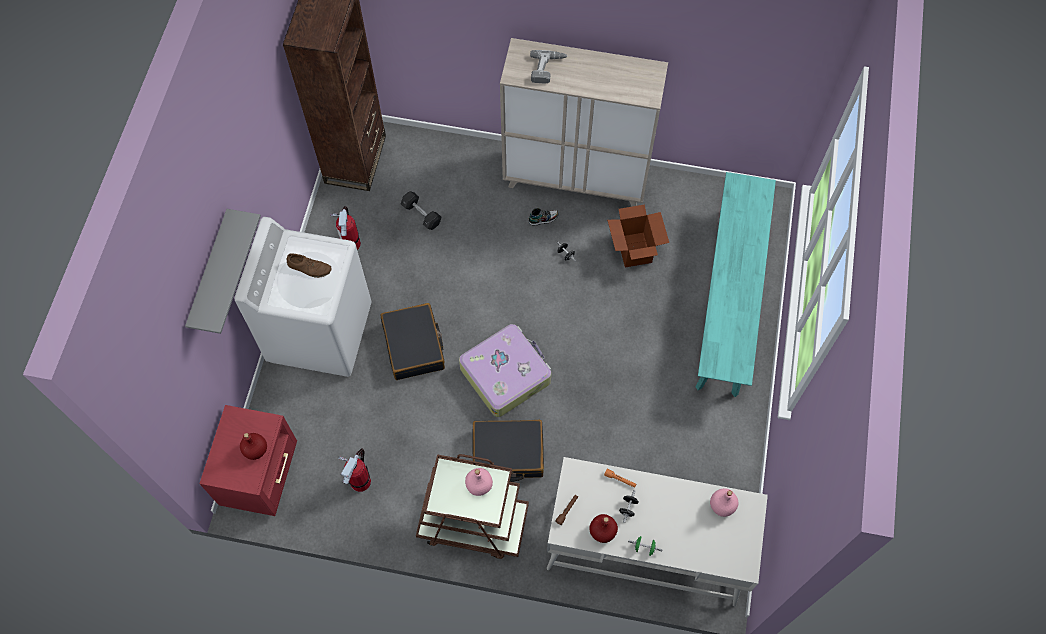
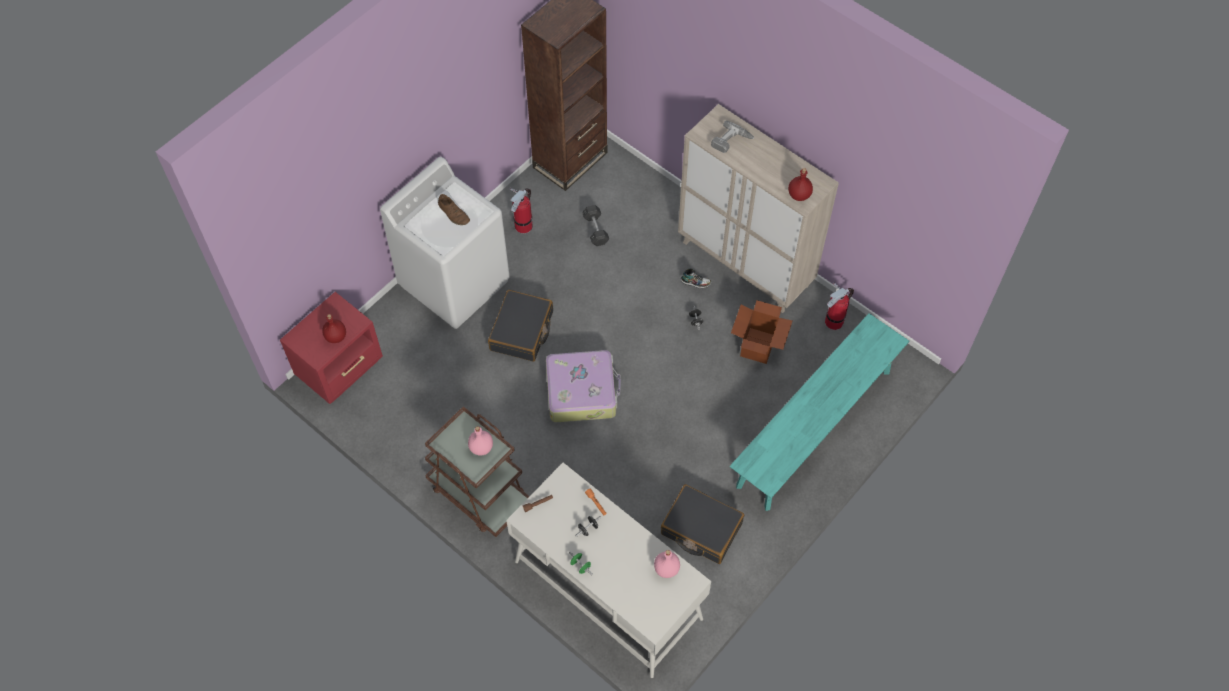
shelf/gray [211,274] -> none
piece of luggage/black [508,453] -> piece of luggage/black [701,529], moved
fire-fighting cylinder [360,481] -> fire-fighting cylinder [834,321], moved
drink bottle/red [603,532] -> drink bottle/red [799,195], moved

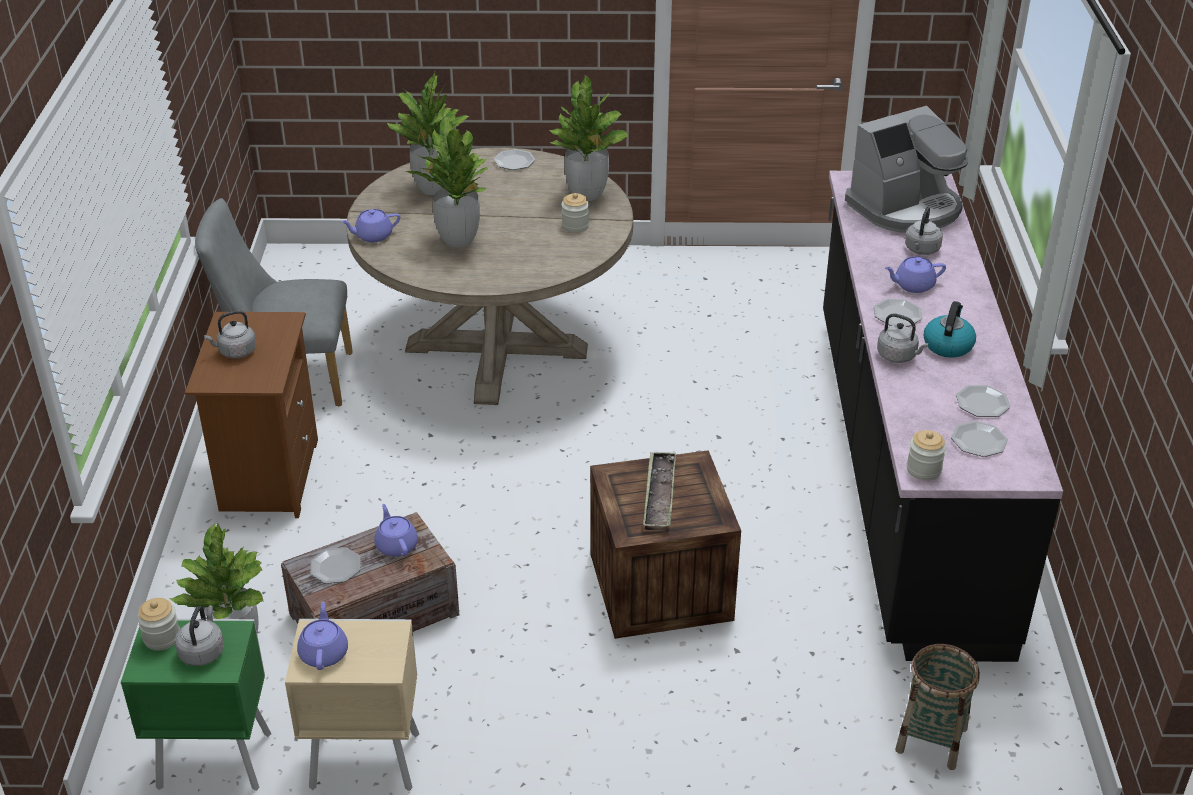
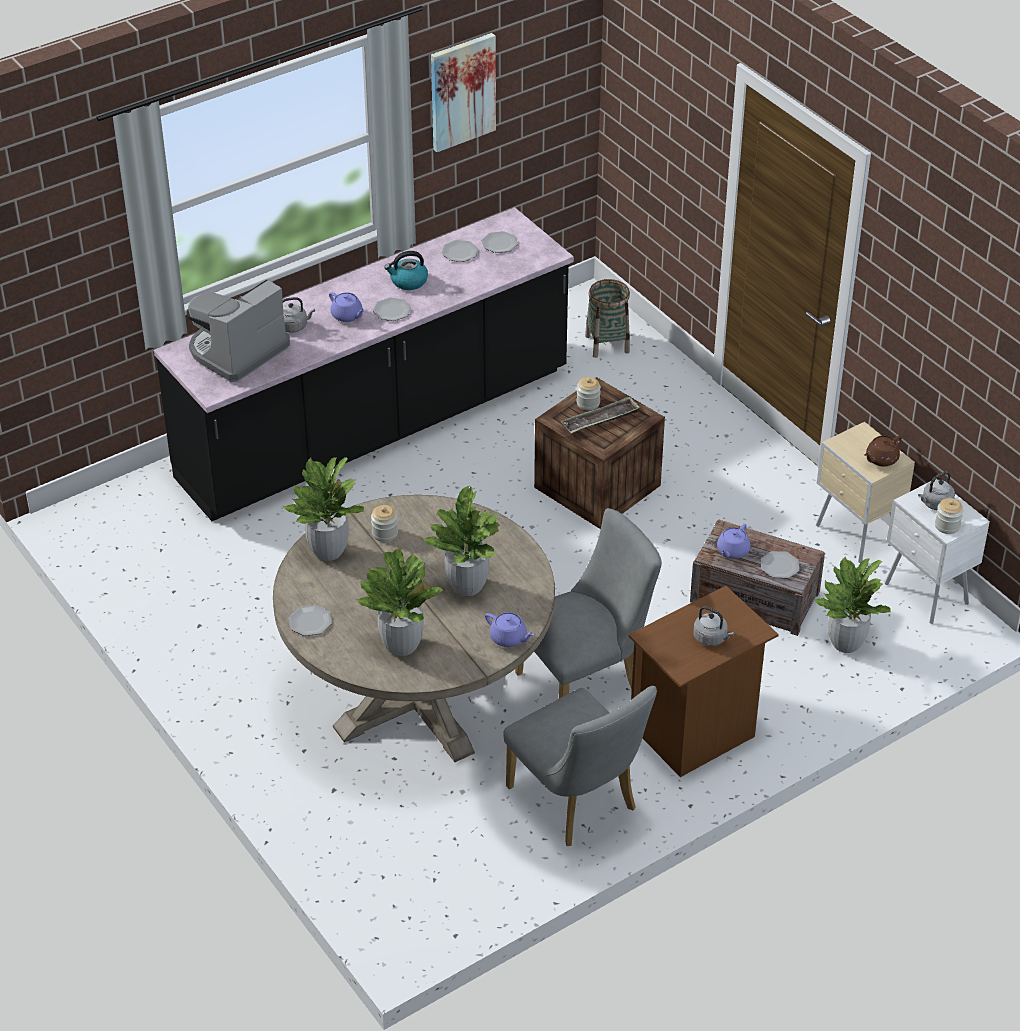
coffee brewer [906,208] -> coffee brewer [237,351], 75 degrees counterclockwise
water kettle/gray [898,356] -> none
jar [923,469] -> jar [588,403], moved
tea pot/purple-coloured [324,652] -> tea pot/brownish [881,459]
bedside table/green-coloured [212,760] -> bedside table/whitish [926,595]
none -> wall art [462,91]
none -> upright chair/gray [586,680]

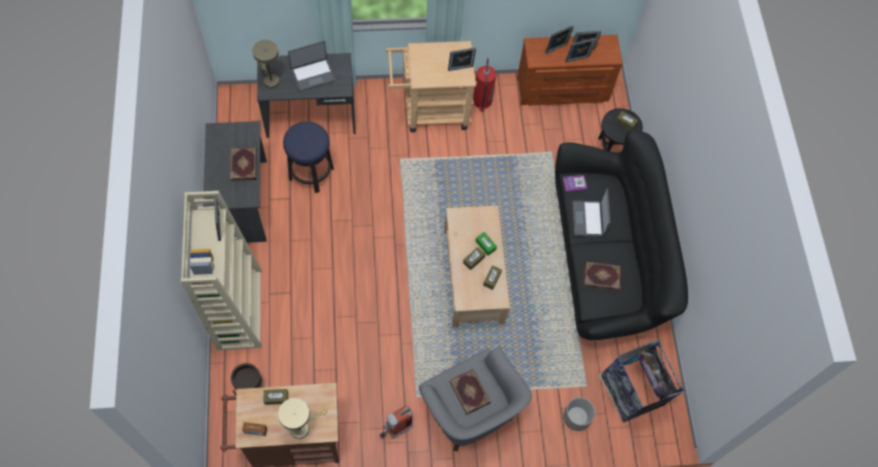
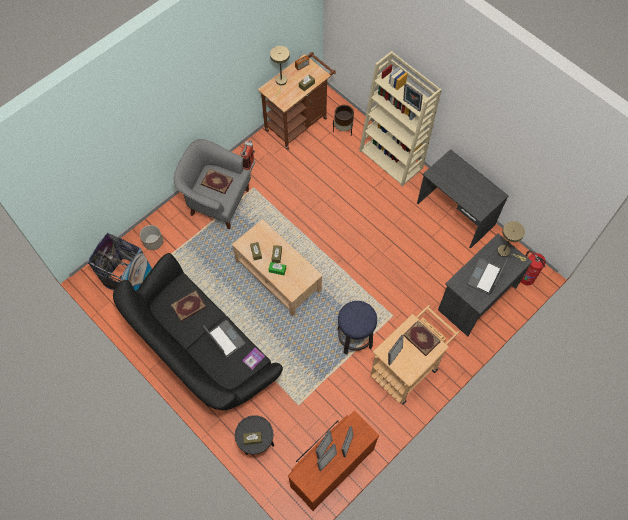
fire-fighting cylinder [482,101] -> fire-fighting cylinder [526,277], moved
stool [311,173] -> stool [354,338], moved
book [244,165] -> book [421,339], moved

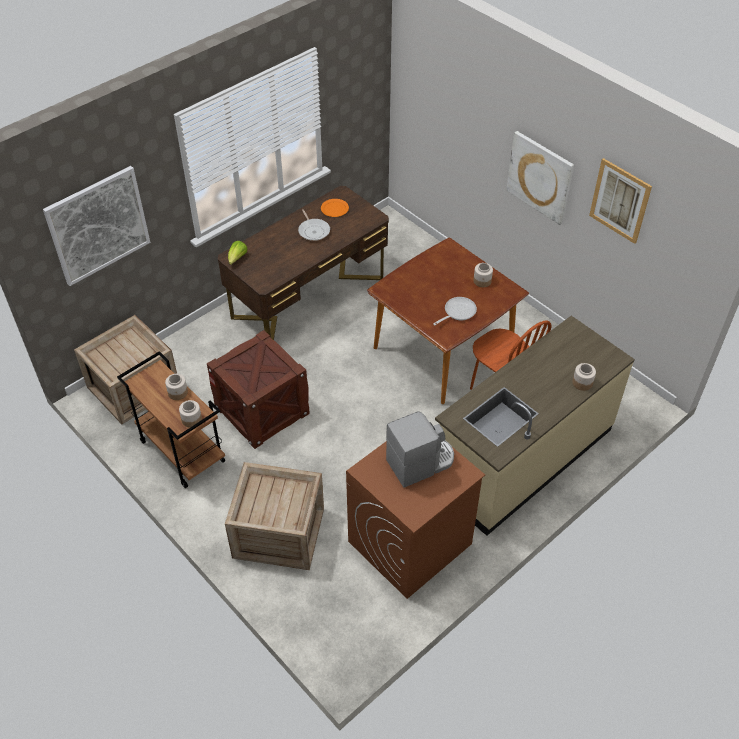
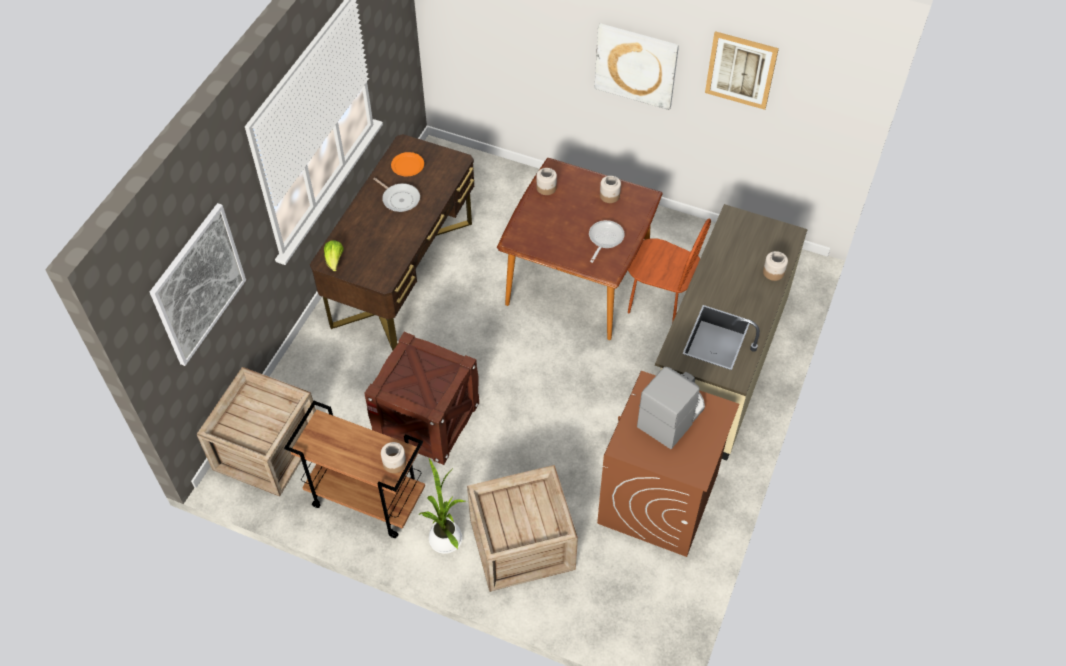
jar [178,393] -> jar [546,188], moved
none -> potted plant [445,536]

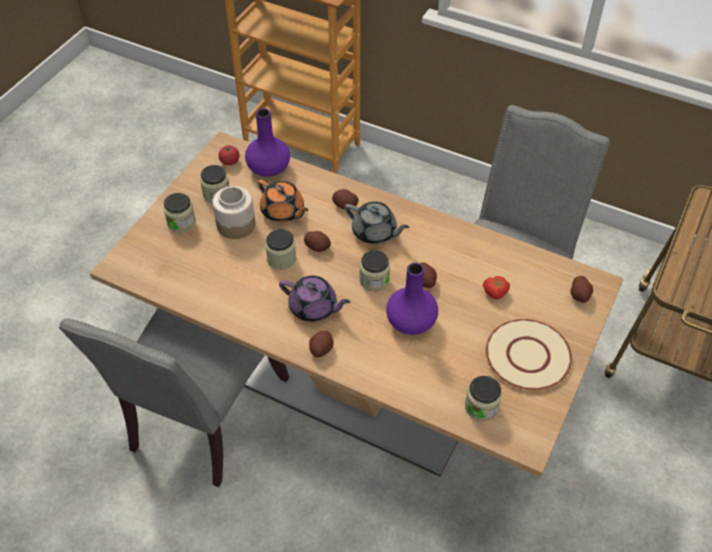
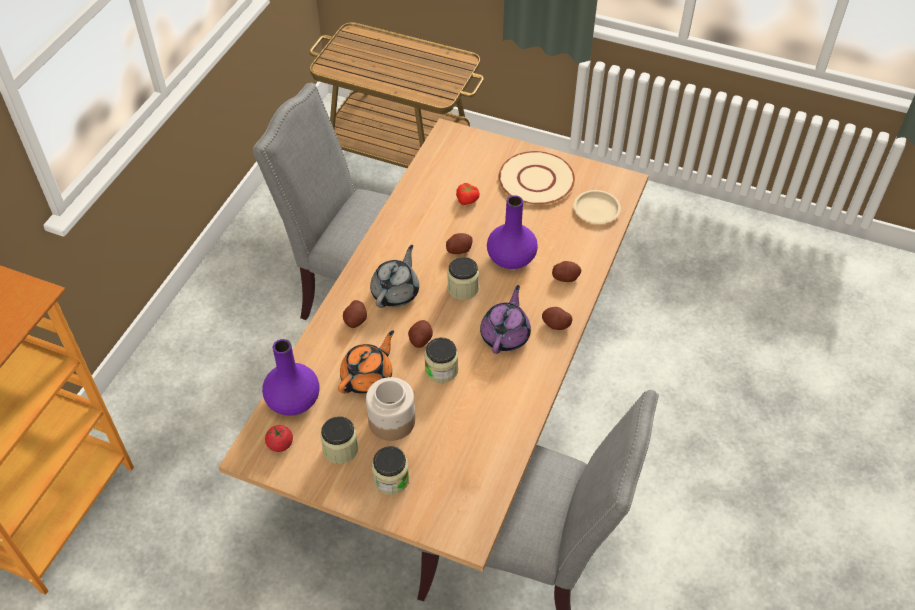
spud [579,295] -> spud [565,277], moved
jar [481,407] -> plate/sand-coloured [596,209]

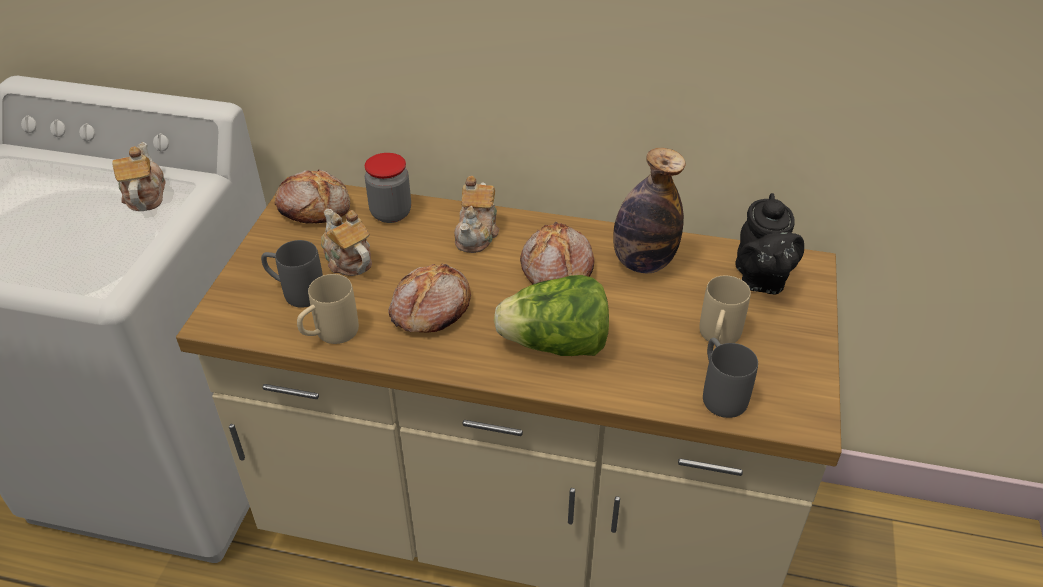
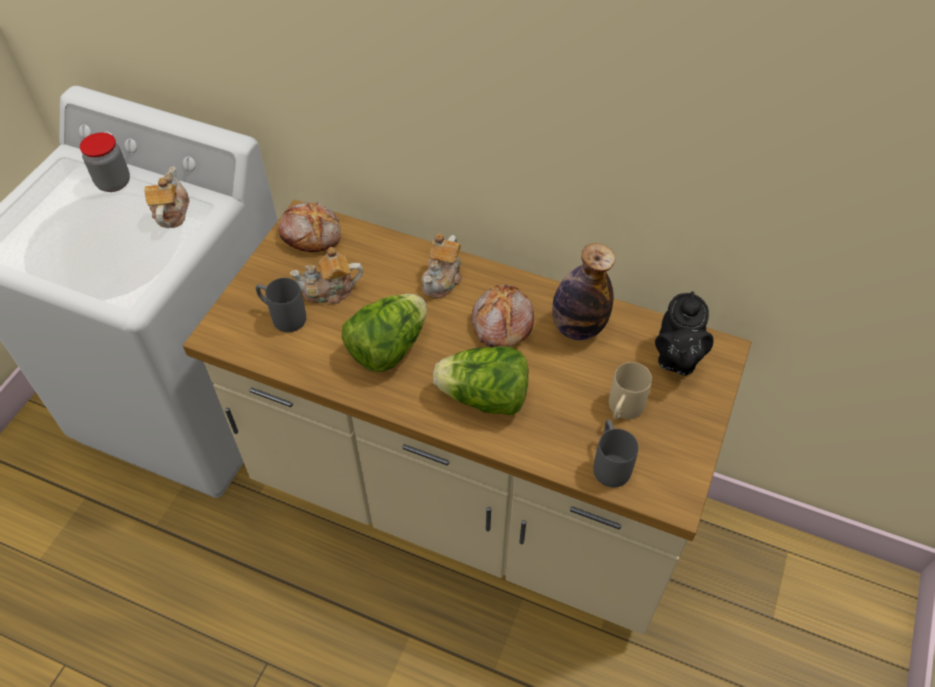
jar [391,213] -> jar [114,183], moved
tea pot [347,260] -> tea pot [329,291], 75 degrees counterclockwise
baked bread [429,309] -> head of lettuce [388,348]
mug/sand-coloured [329,335] -> none

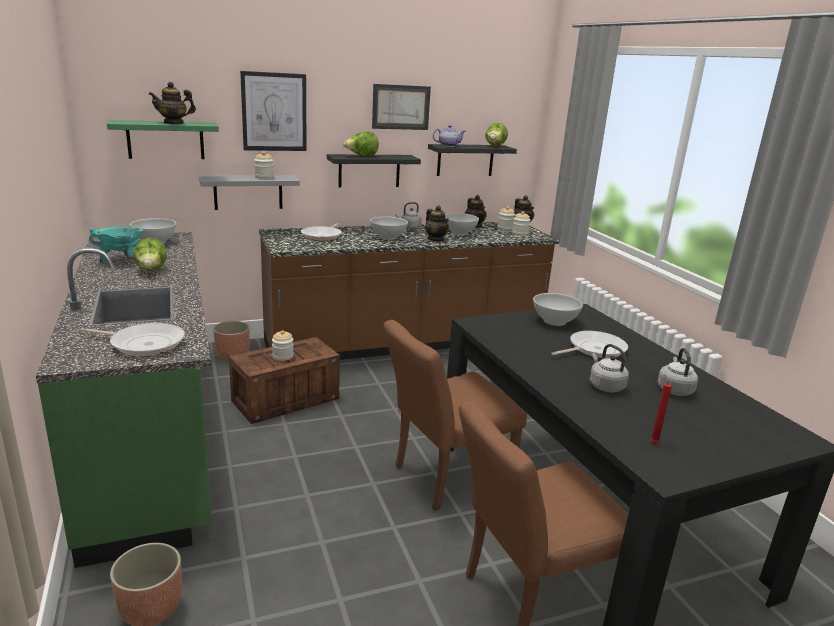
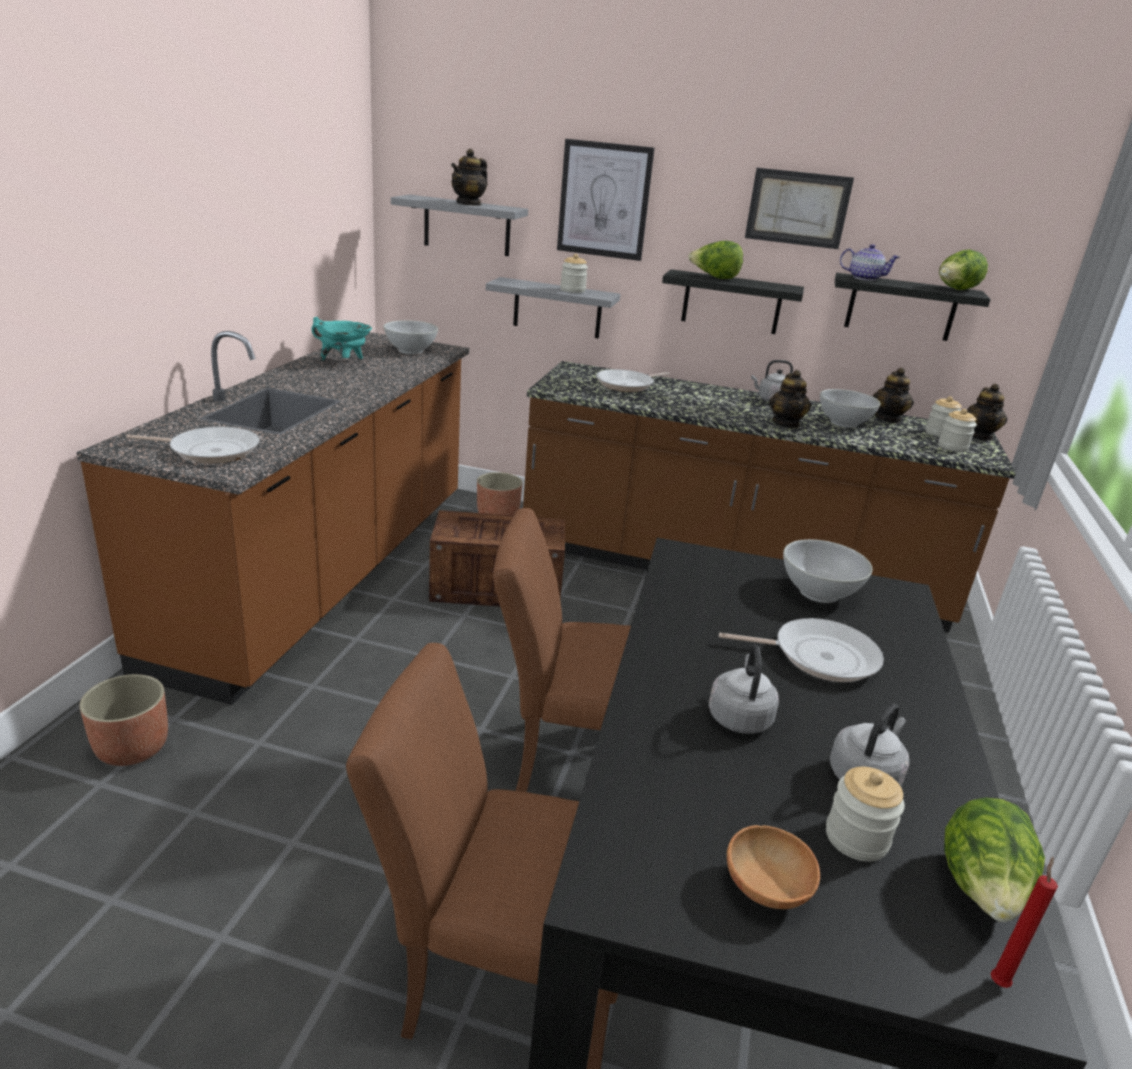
tea pot [174,123] -> tea pot [469,204], 75 degrees counterclockwise
shelf/green-coloured [165,140] -> shelf/gray [467,226]
bowl/whitish [388,237] -> none
counter/green-coloured [153,434] -> counter/brownish [326,574]
head of lettuce [151,270] -> head of lettuce [980,890], moved
frying pan [144,344] -> frying pan [210,450], 45 degrees counterclockwise
jar [283,356] -> jar [856,838], moved
candle/red [653,442] -> candle/red [998,981], moved
none -> bowl/brownish [766,890]

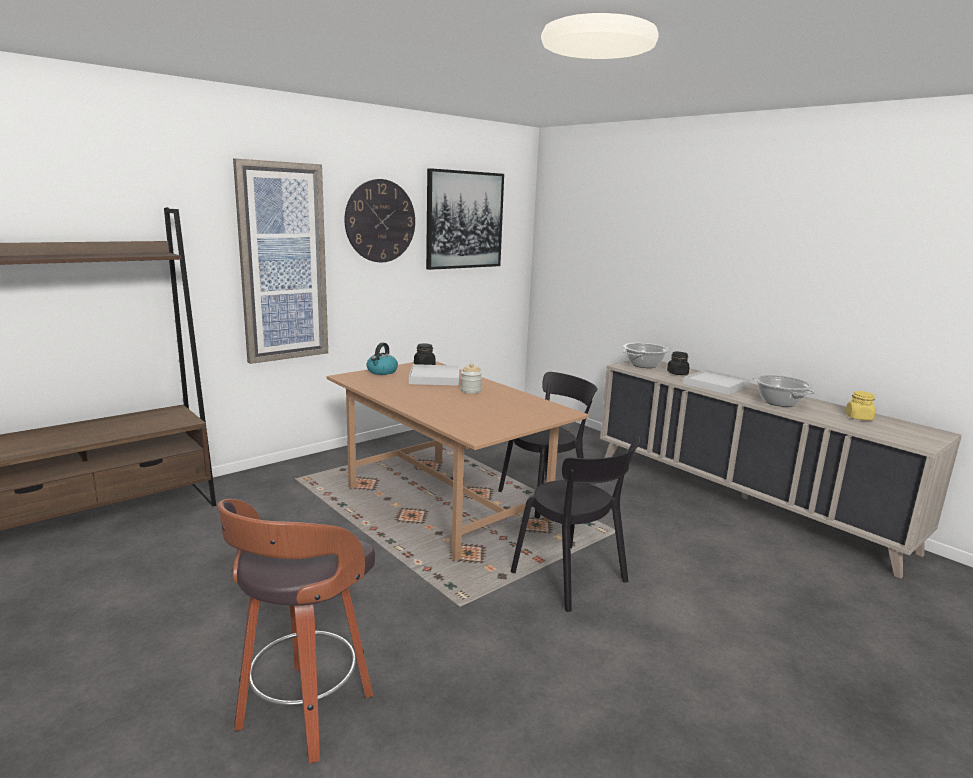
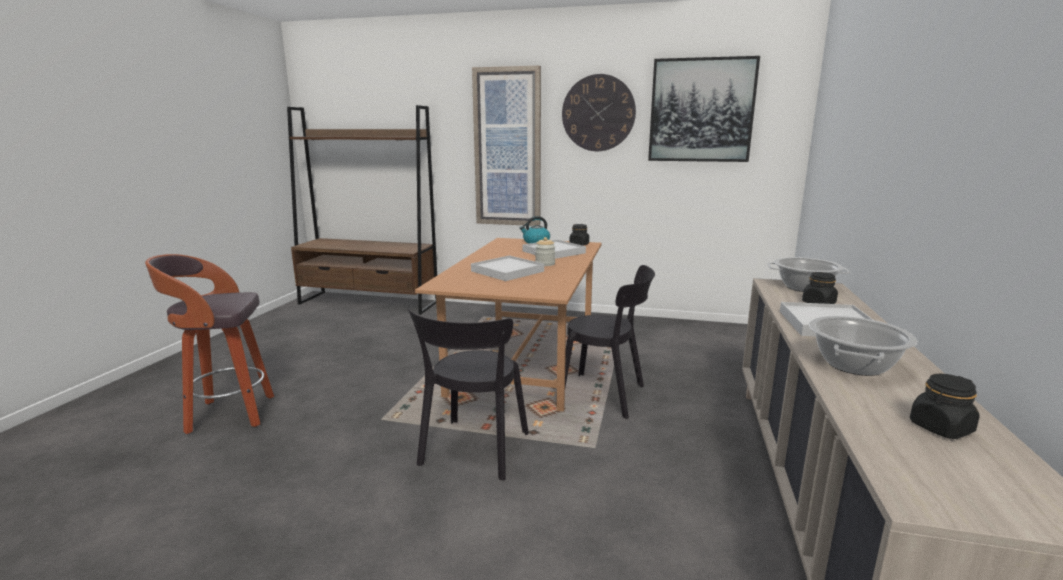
jar/yellow-coloured [859,418] -> jar/black [940,428]
none -> carrying tray/whitish [507,271]

